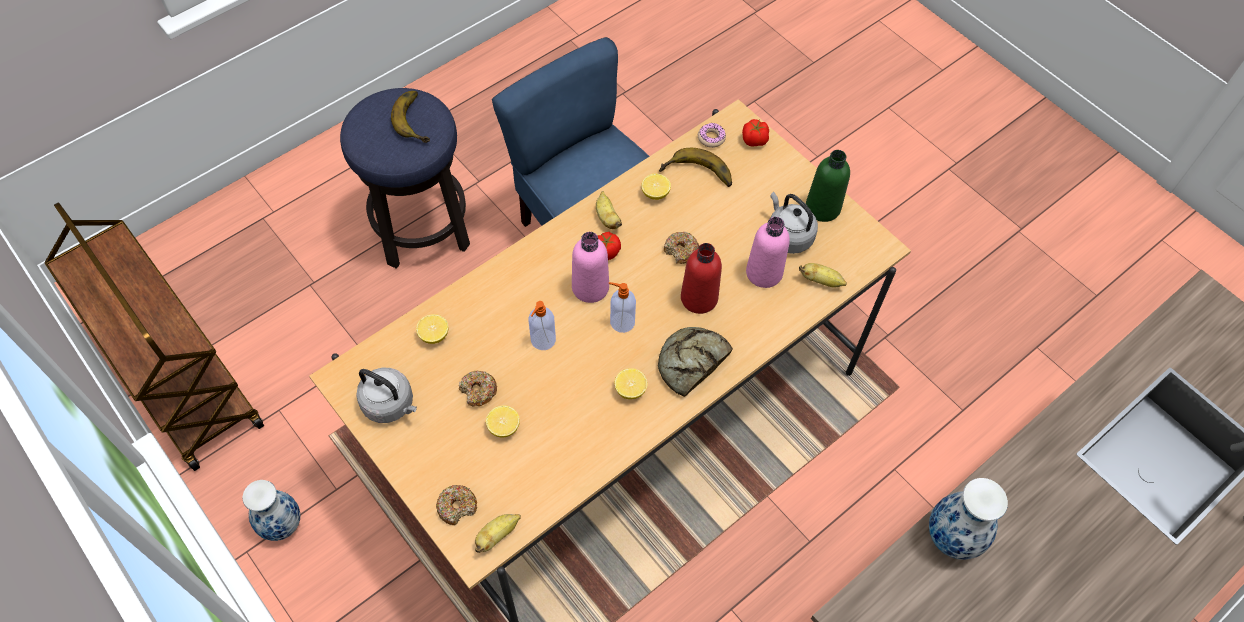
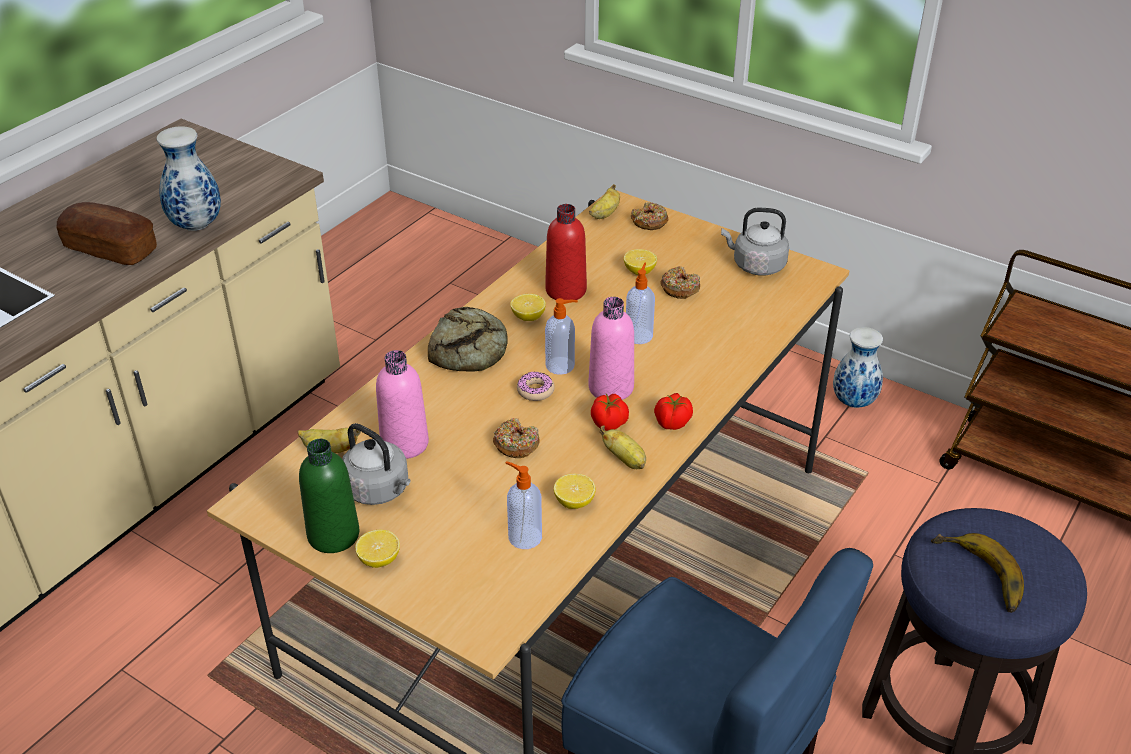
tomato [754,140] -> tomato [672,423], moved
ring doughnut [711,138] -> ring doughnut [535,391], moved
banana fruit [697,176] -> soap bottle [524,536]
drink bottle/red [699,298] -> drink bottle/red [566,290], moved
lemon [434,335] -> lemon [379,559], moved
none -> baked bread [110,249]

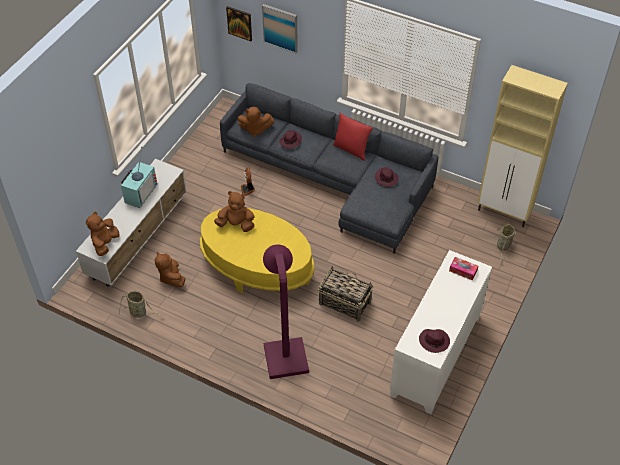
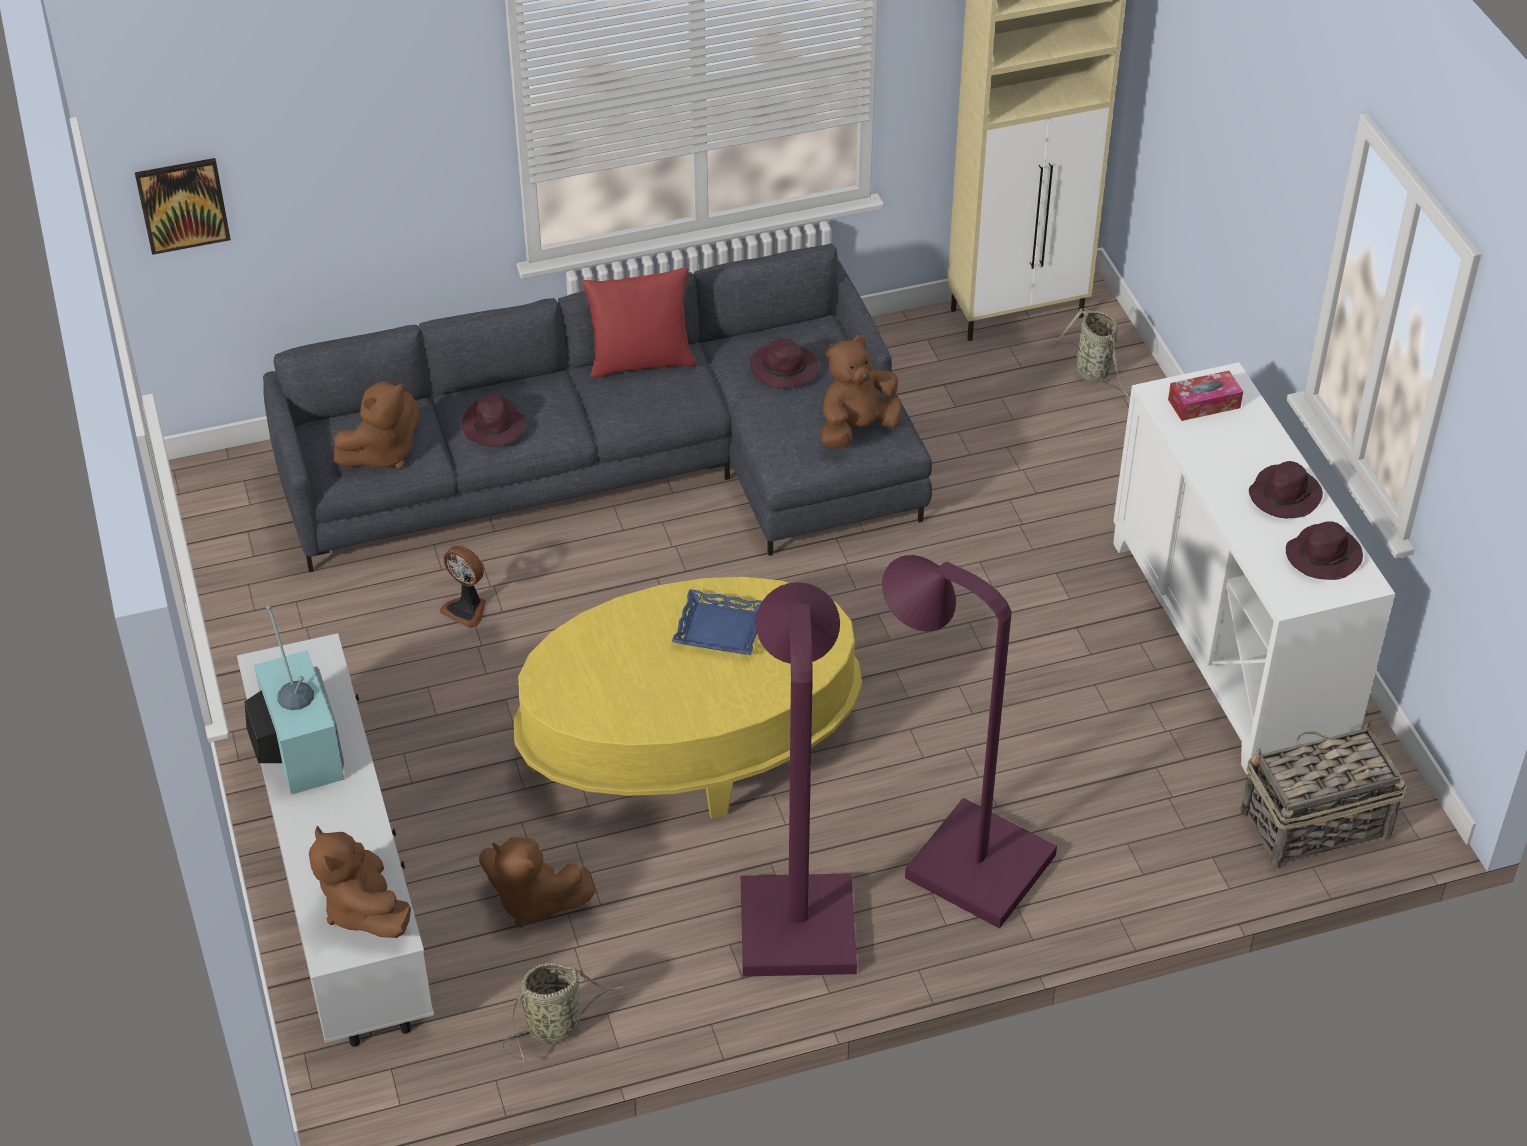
wall art [280,28] -> none
cuddly toy/brownish [236,224] -> cuddly toy/brownish [856,429], moved
household basket [344,302] -> household basket [1313,824], moved
none -> wearable hat/purple-coloured [1284,495]
none -> floor lamp/purple-coloured [796,910]
none -> carrying tray/blue [719,629]

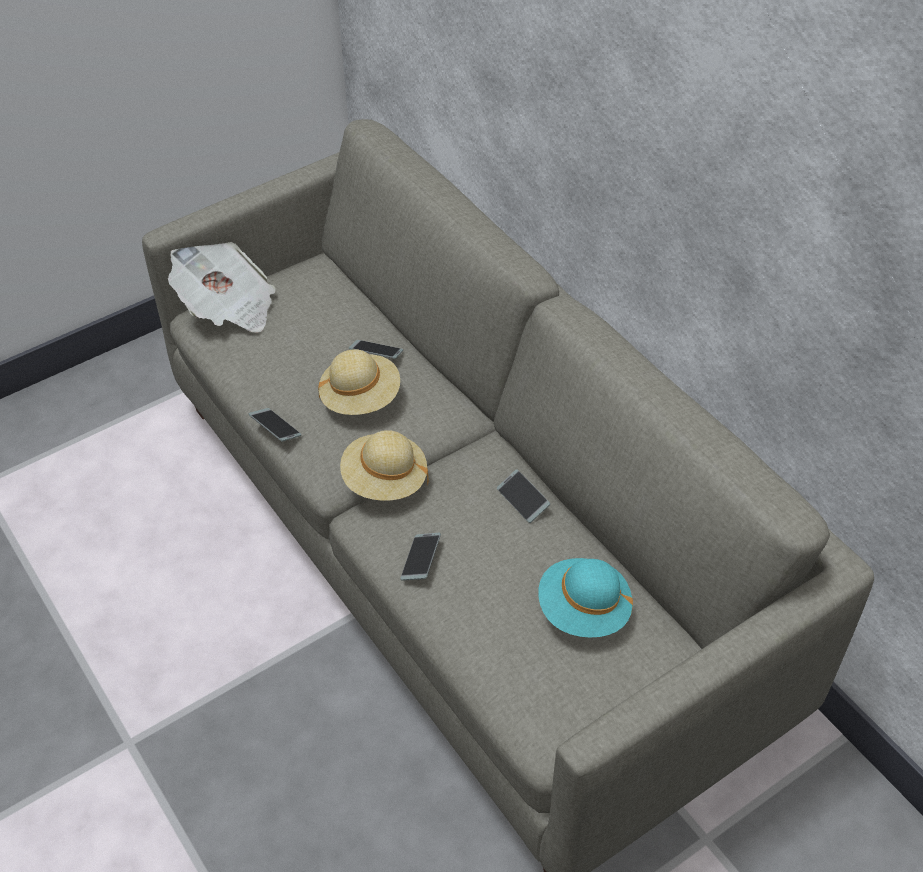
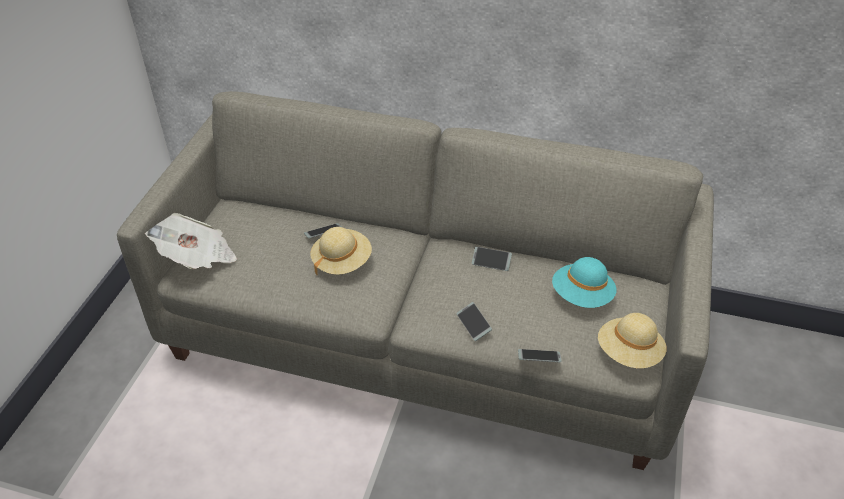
phone [275,428] -> phone [538,358], moved
wearable hat/sand-coloured [384,480] -> wearable hat/sand-coloured [629,353], moved

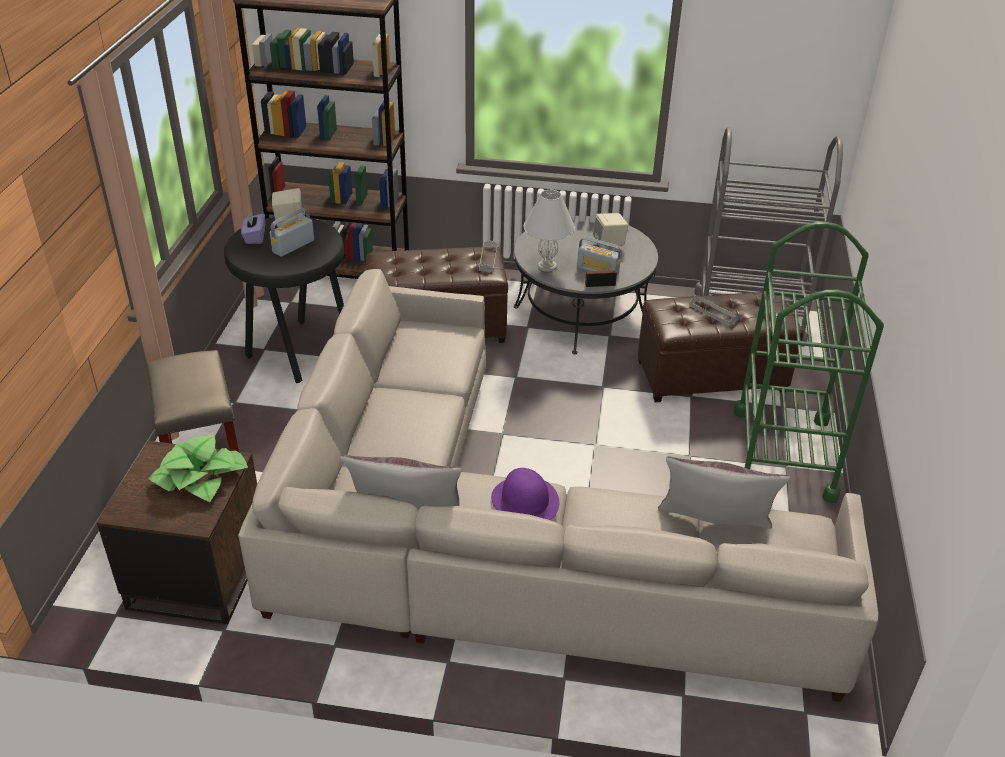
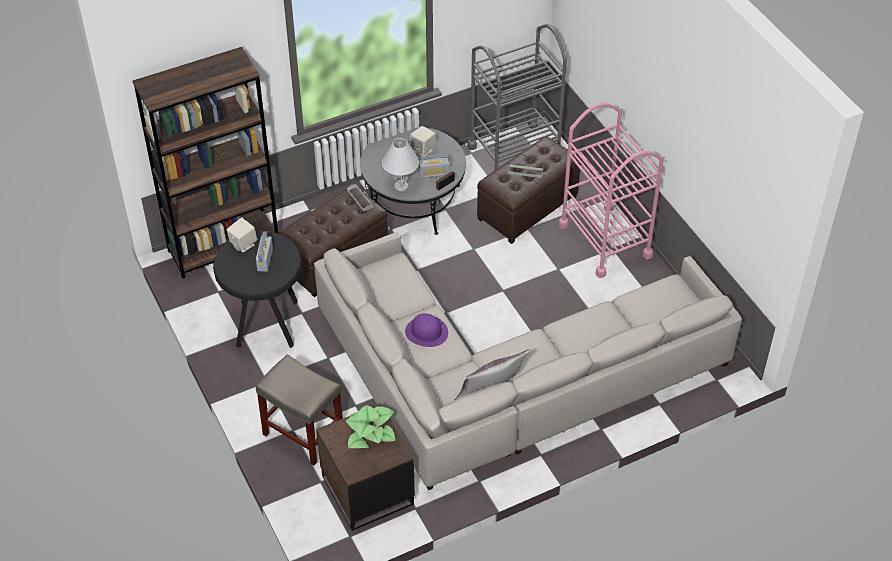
tissue holder/purple-coloured [254,237] -> none
cart/green-coloured [783,454] -> cart/pink-coloured [605,240]
cushion/gray [713,532] -> none
wearable hat/purple-coloured [525,501] -> wearable hat/purple-coloured [426,332], moved

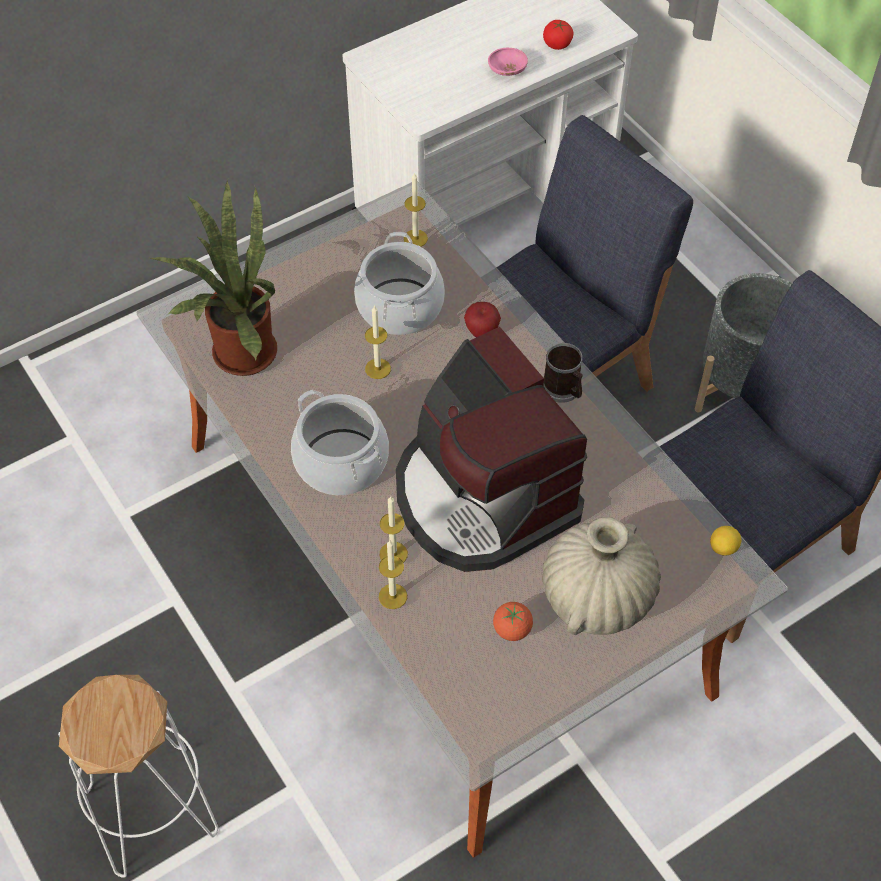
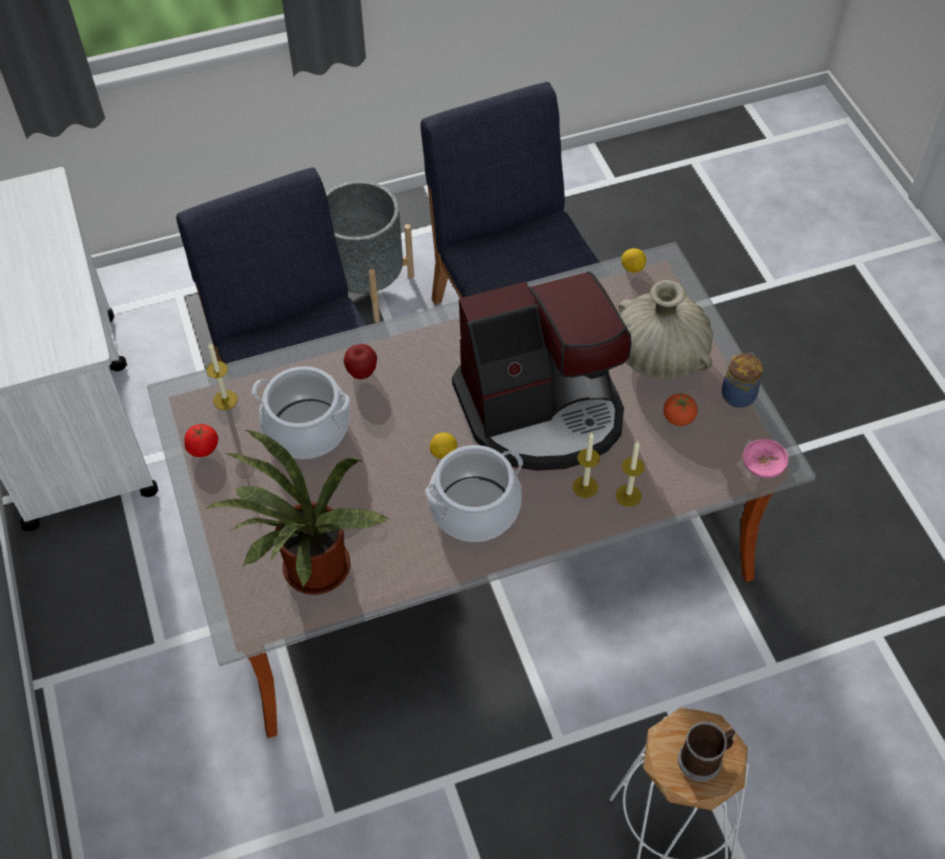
tomato [557,44] -> tomato [203,448], moved
bowl/pink-coloured [507,71] -> bowl/pink-coloured [763,466], moved
candle [378,368] -> none
mug [564,390] -> mug [704,758], moved
none -> jar [739,394]
none -> lemon [444,453]

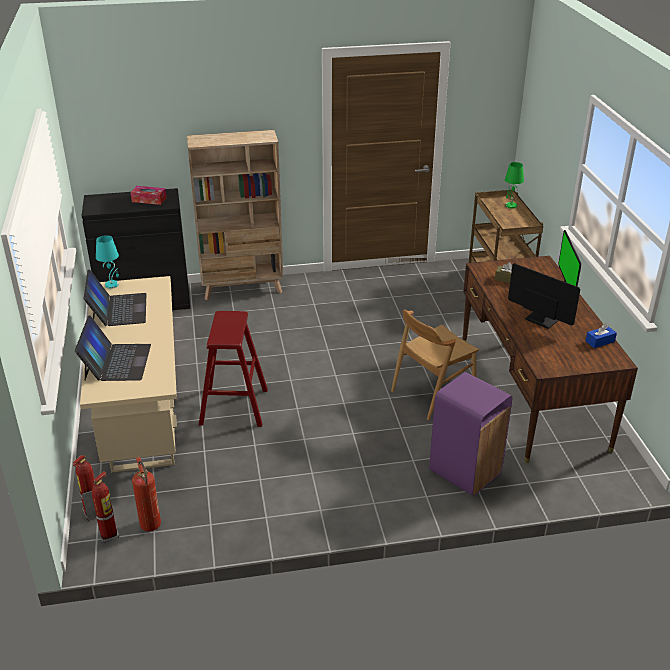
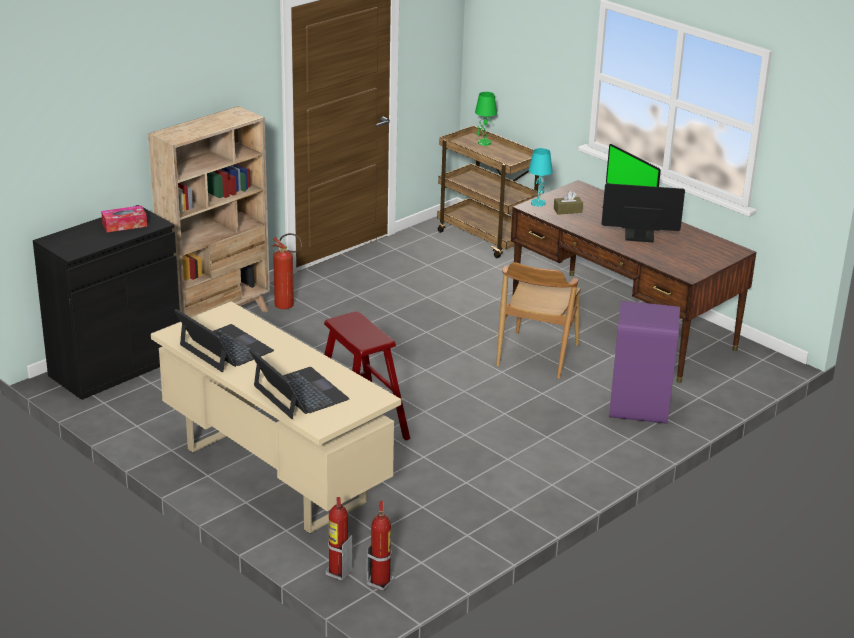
tabletop lamp/turquoise [112,285] -> tabletop lamp/turquoise [538,203], moved
tissue holder/blue [600,341] -> none
fire-fighting cylinder [151,528] -> fire-fighting cylinder [288,306], moved

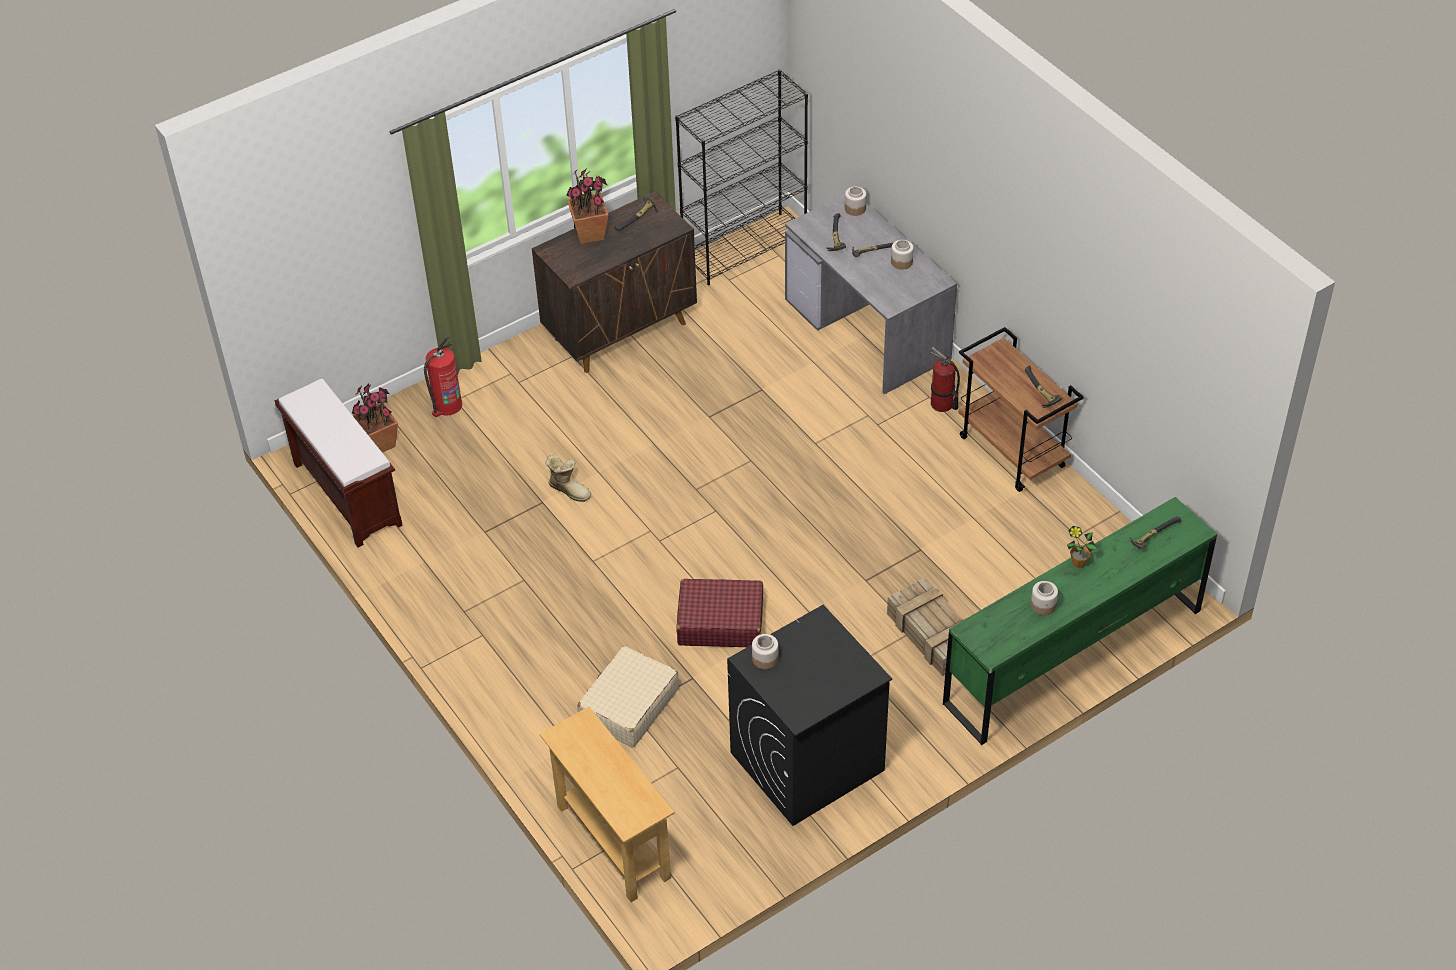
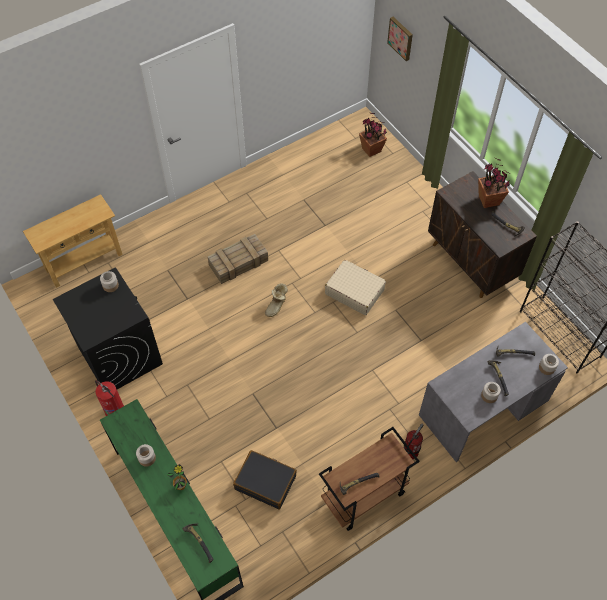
fire-fighting cylinder [447,405] -> fire-fighting cylinder [114,410], moved
indoor bench/brownish [346,494] -> none
boot [569,489] -> boot [277,306], moved
crate [931,633] -> crate [239,262], moved
piece of luggage/red [720,622] -> none
piece of luggage/sand-coloured [628,706] -> piece of luggage/sand-coloured [354,291], moved
none -> wall art [401,38]
none -> piece of luggage/black [265,482]

